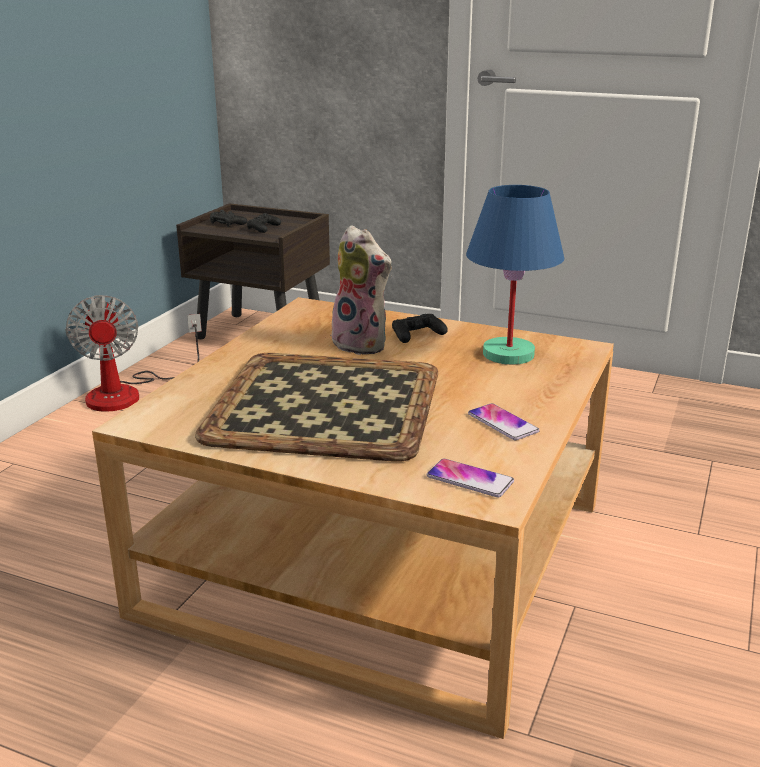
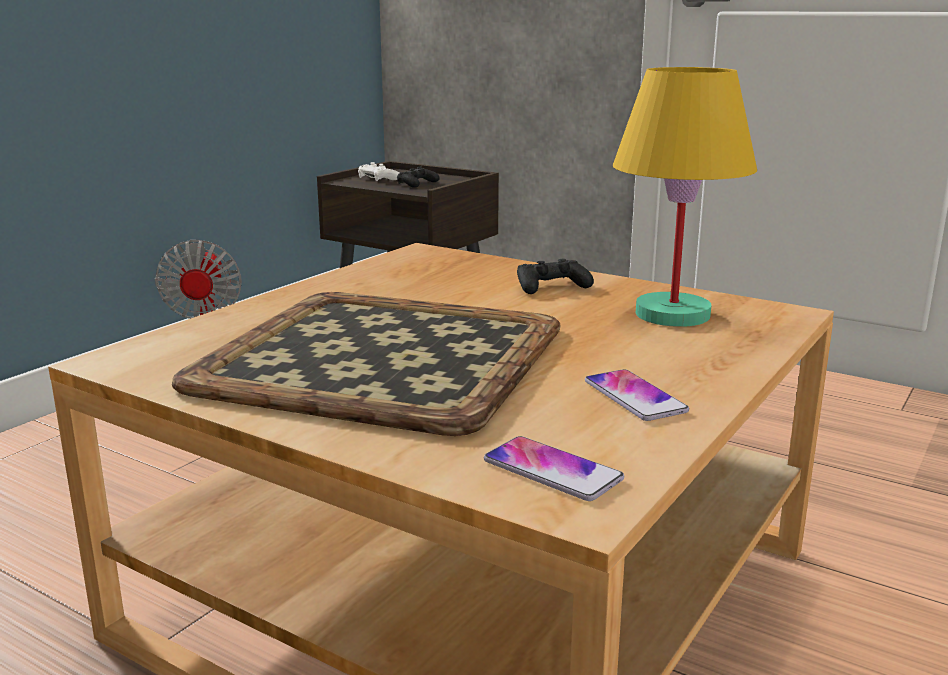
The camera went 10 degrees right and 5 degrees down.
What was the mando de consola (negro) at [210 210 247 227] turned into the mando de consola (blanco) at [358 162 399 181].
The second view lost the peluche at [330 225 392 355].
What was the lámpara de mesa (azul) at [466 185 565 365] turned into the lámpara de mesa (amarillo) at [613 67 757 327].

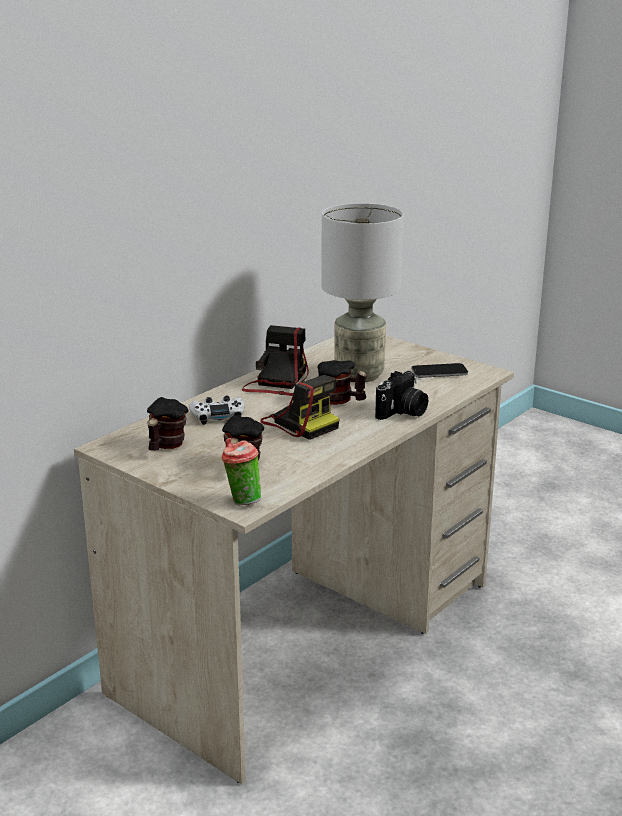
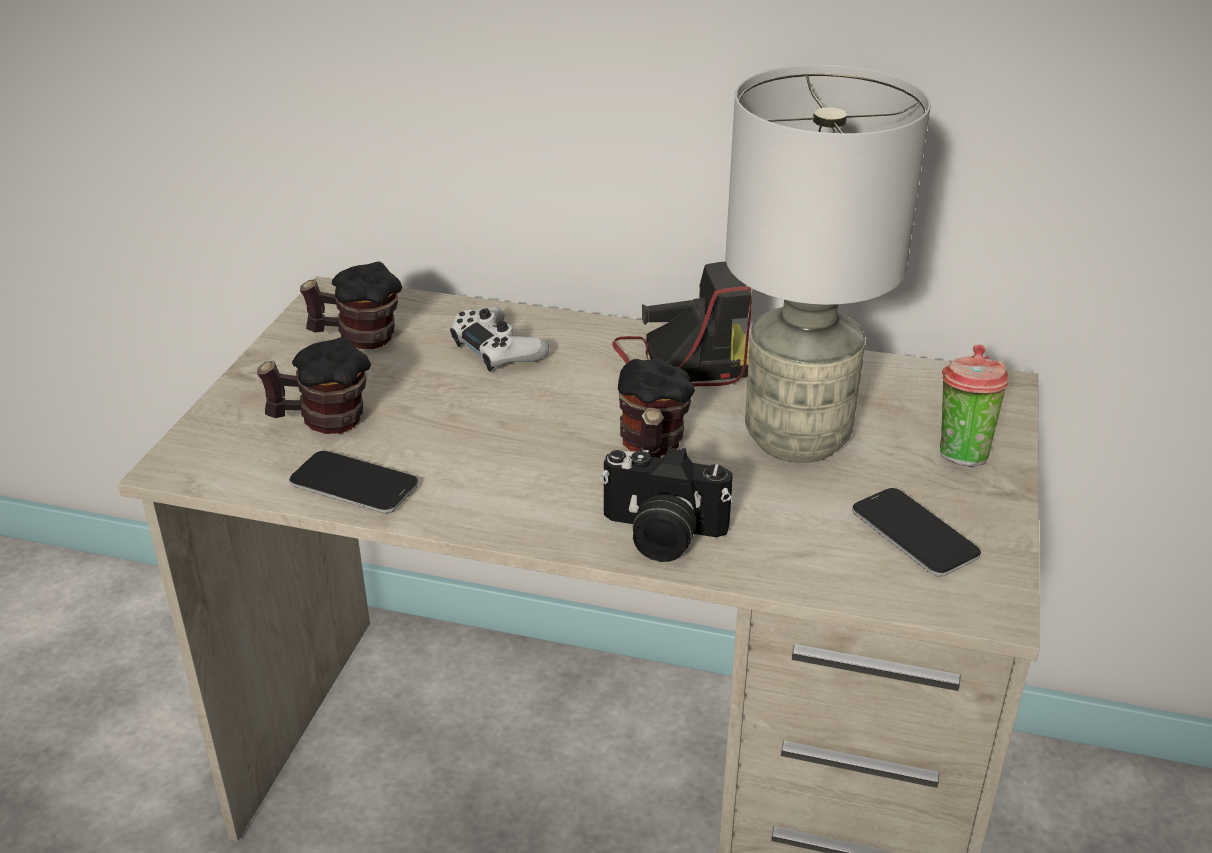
The camera went 65 degrees right and 10 degrees up.
The taza ended up elsewhere, having gone from [222 438 261 506] to [940 344 1008 467].
The second view lost the cámara at [260 375 340 440].
The second view gained the móvil at [289 451 418 513].

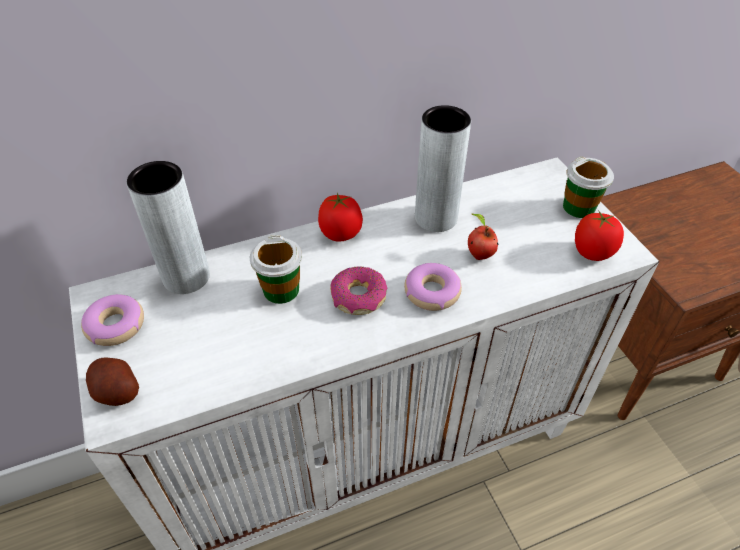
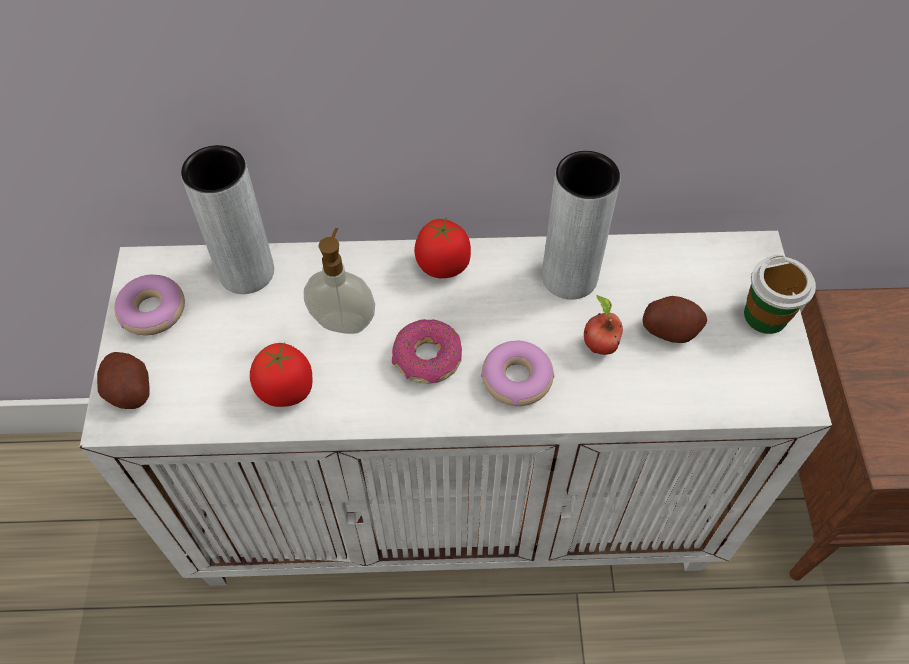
The camera went 20 degrees right and 10 degrees up.
Where the taza stood at [250 235 302 304], the dispensador de jabón came to stand at [304 228 375 334].
The tomate ended up elsewhere, having gone from [575 210 624 261] to [250 343 312 407].
The second view gained the patata at [643 296 707 343].

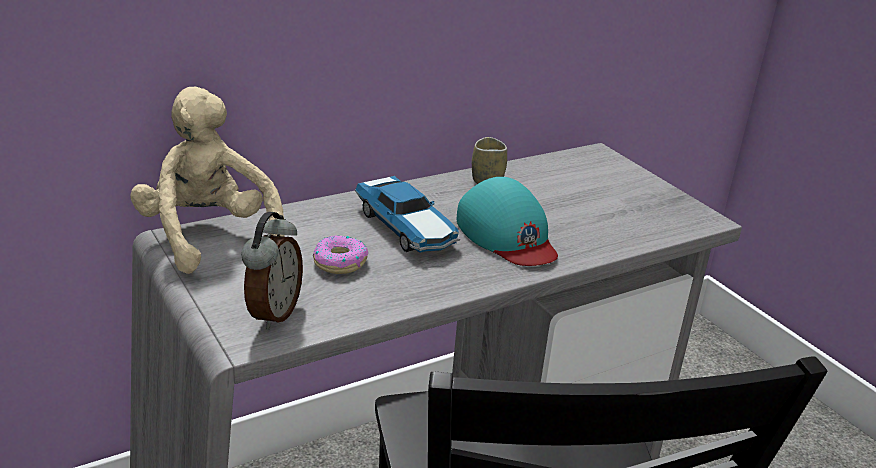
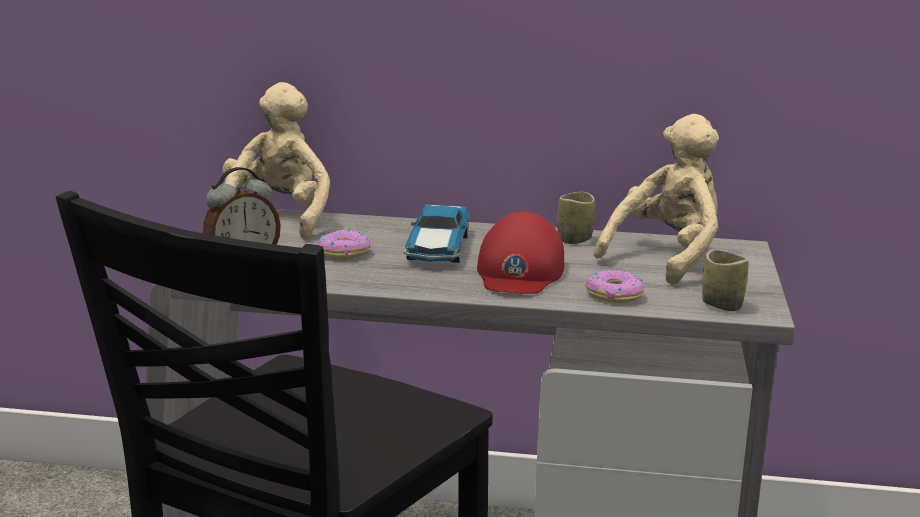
The camera went 40 degrees right and 10 degrees down.
What was the gorra (turquesa) at [457 177 558 266] turned into the gorra (rojo) at [477 212 564 294].
The second view gained the rosquilla at [585 270 644 303].
The second view gained the peluche (beis) at [594 114 719 285].
The second view gained the taza at [702 250 749 311].

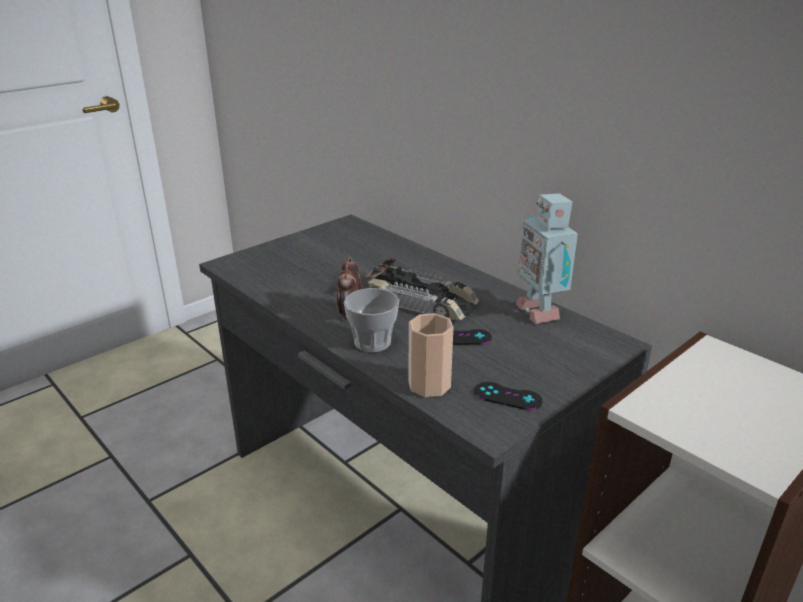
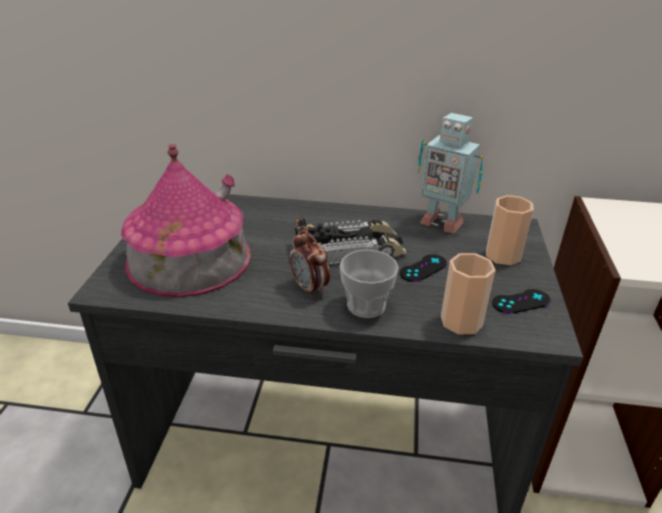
The camera went 40 degrees left and 5 degrees up.
The second view gained the casita at [121 144 251 297].
The second view gained the taza at [486 195 534 265].

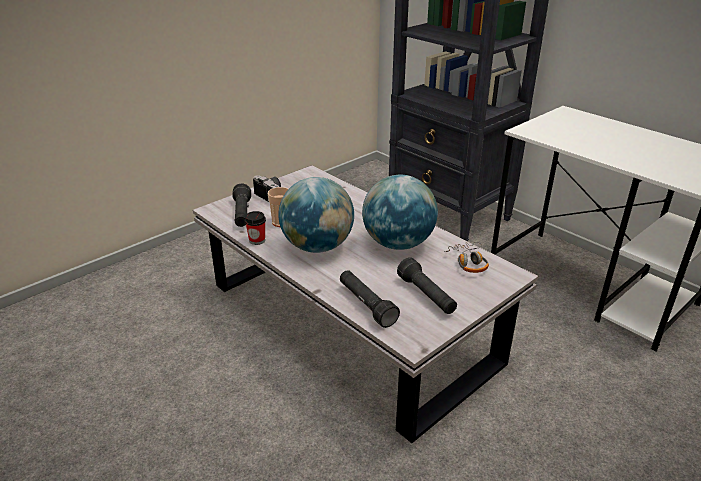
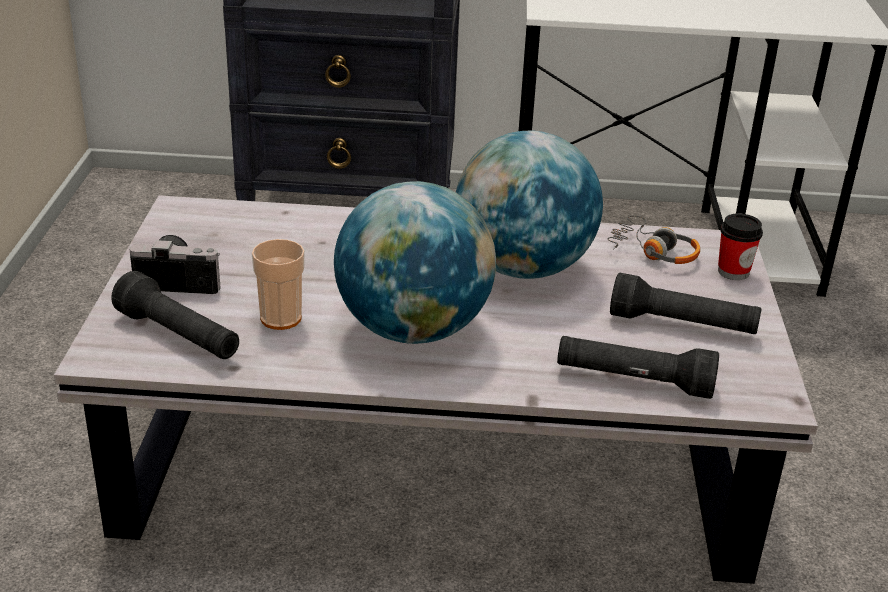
The camera went 45 degrees left and 0 degrees up.
The taza ended up elsewhere, having gone from [245 211 266 245] to [718 214 763 280].

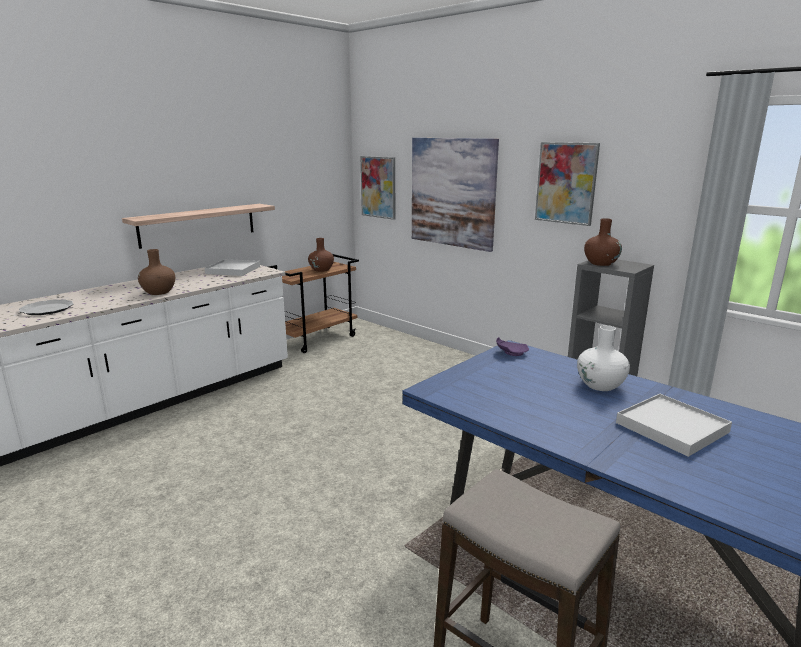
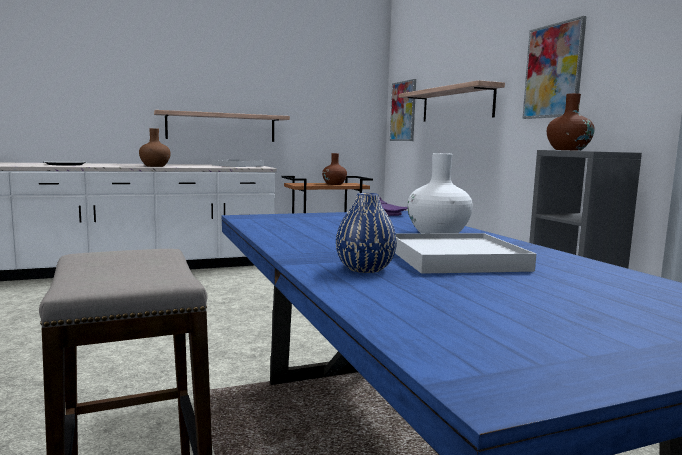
The camera went 25 degrees right and 10 degrees down.
Where the cuadro hung at [412 138 499 252], the estante came to hang at [399 80 505 122].
The second view gained the florero (azul) at [336 193 397 273].

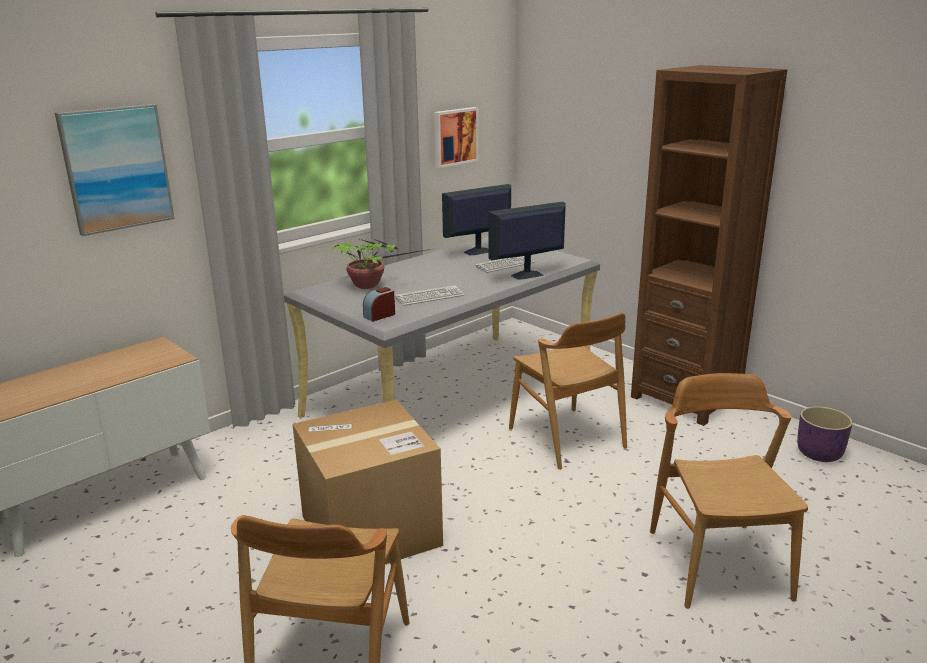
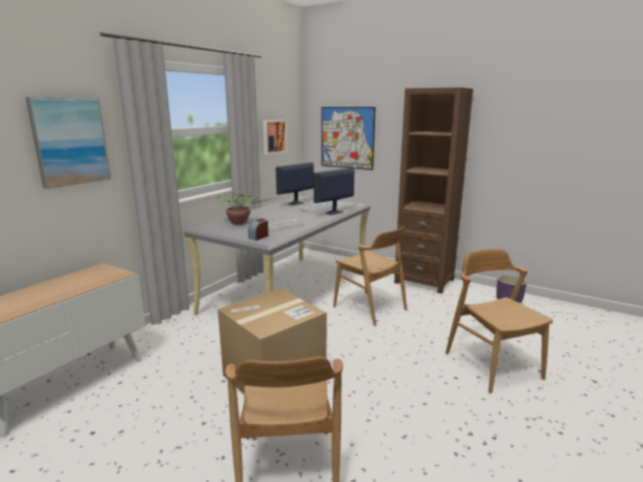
The camera went 15 degrees left and 5 degrees down.
The second view gained the cuadro at [321 107 376 170].

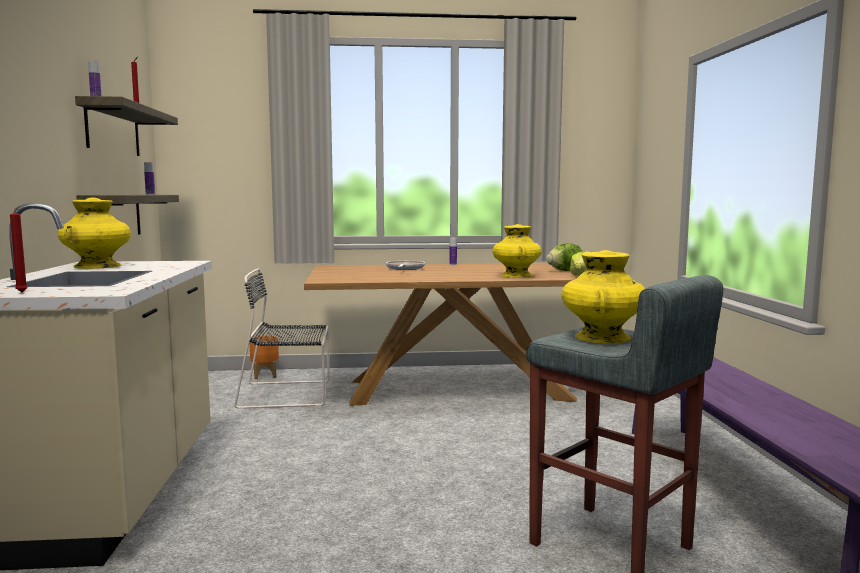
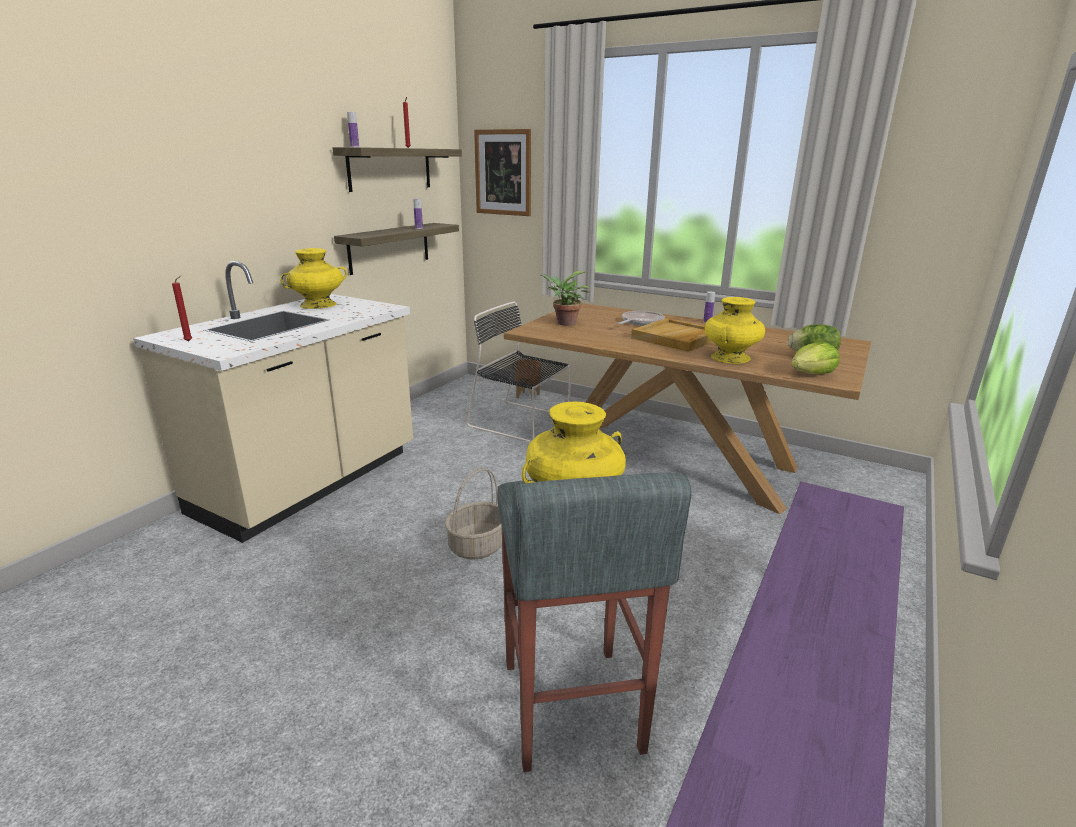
The camera went 35 degrees right and 15 degrees up.
The second view gained the cesta at [445 467 502 560].
The second view gained the cuadro at [474 129 531 216].
The second view gained the planta en maceta at [540 271 590 326].
The second view gained the bandeja (beis) at [631 318 713 352].

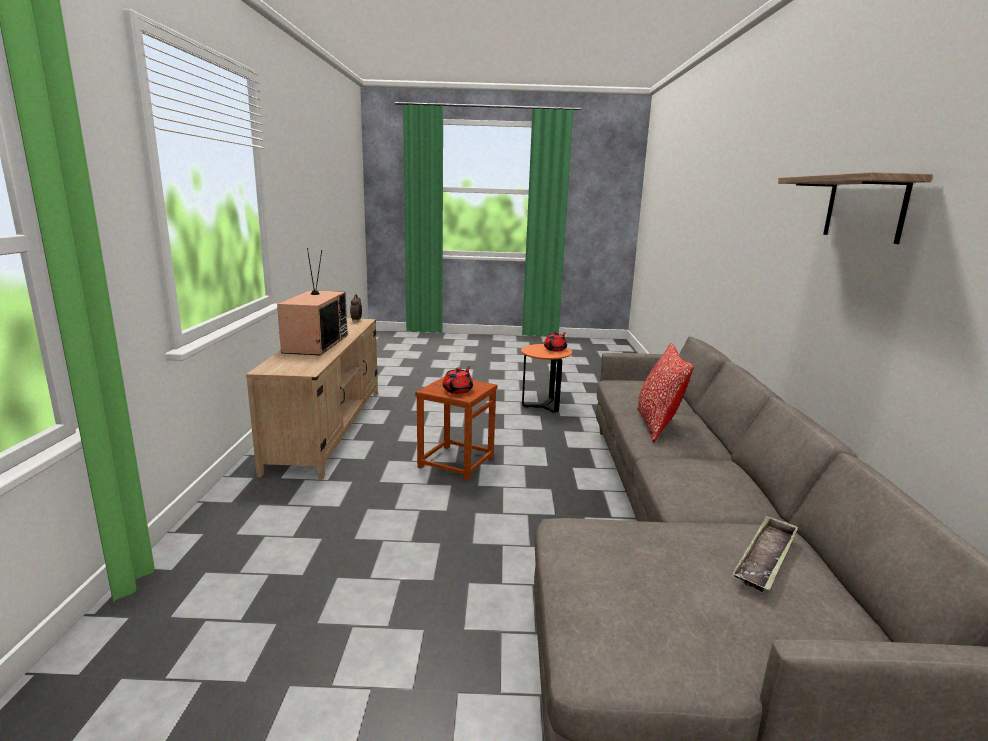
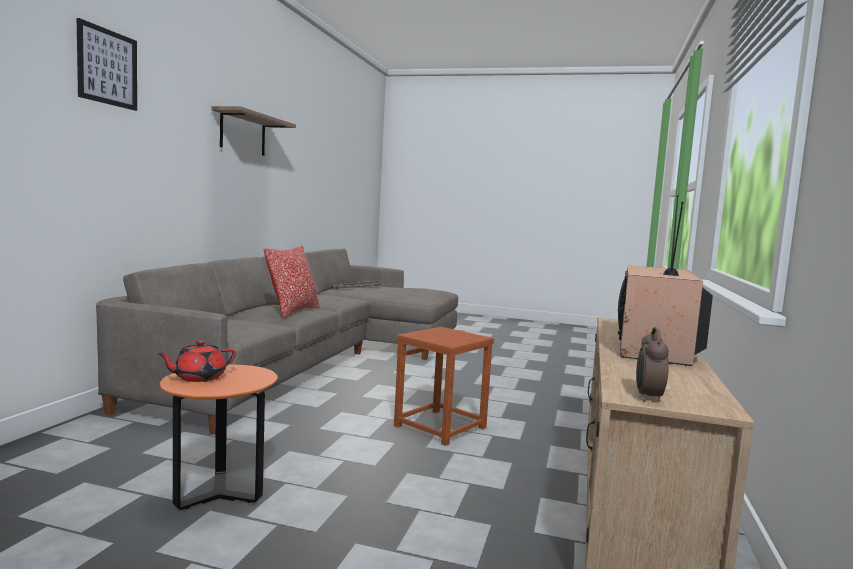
The camera went 165 degrees left and 10 degrees down.
The second view lost the tetera (rojo) at [443 366 473 394].
The second view gained the cuadro at [77 18 137 111].

